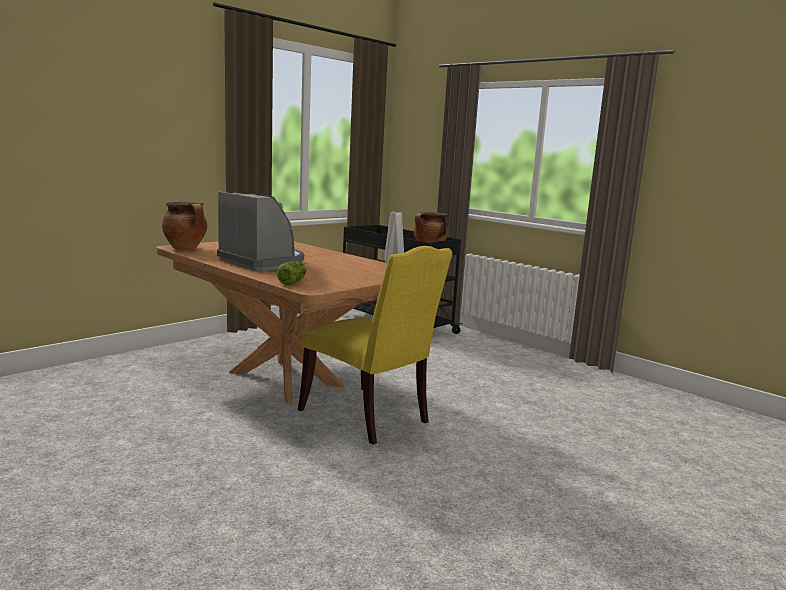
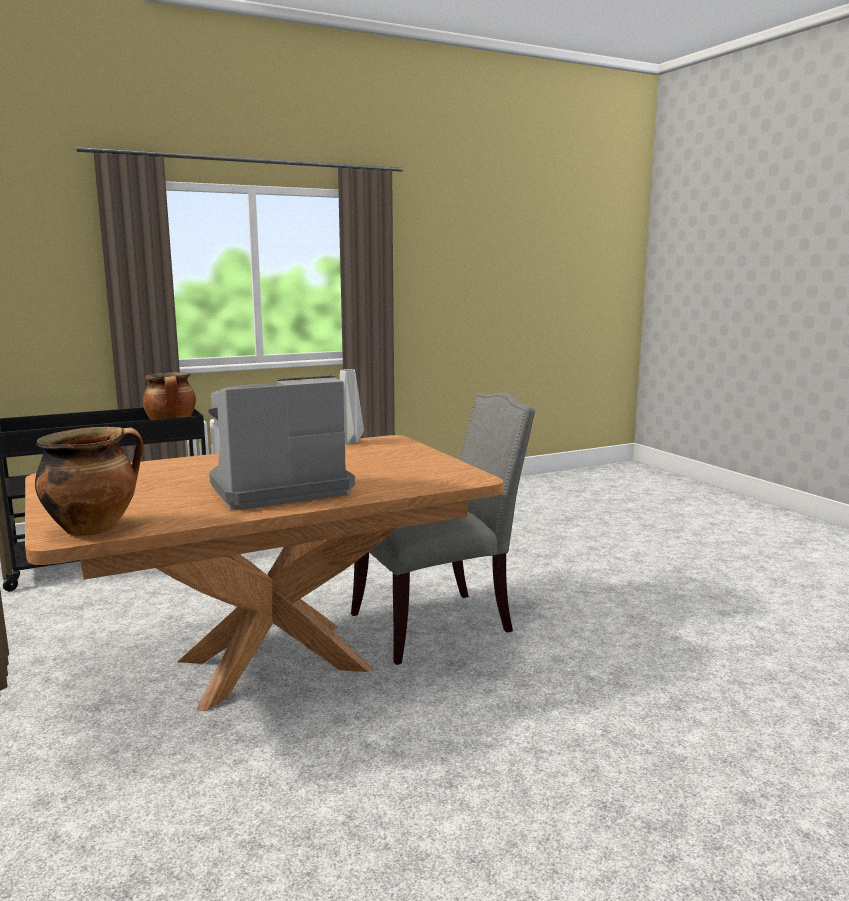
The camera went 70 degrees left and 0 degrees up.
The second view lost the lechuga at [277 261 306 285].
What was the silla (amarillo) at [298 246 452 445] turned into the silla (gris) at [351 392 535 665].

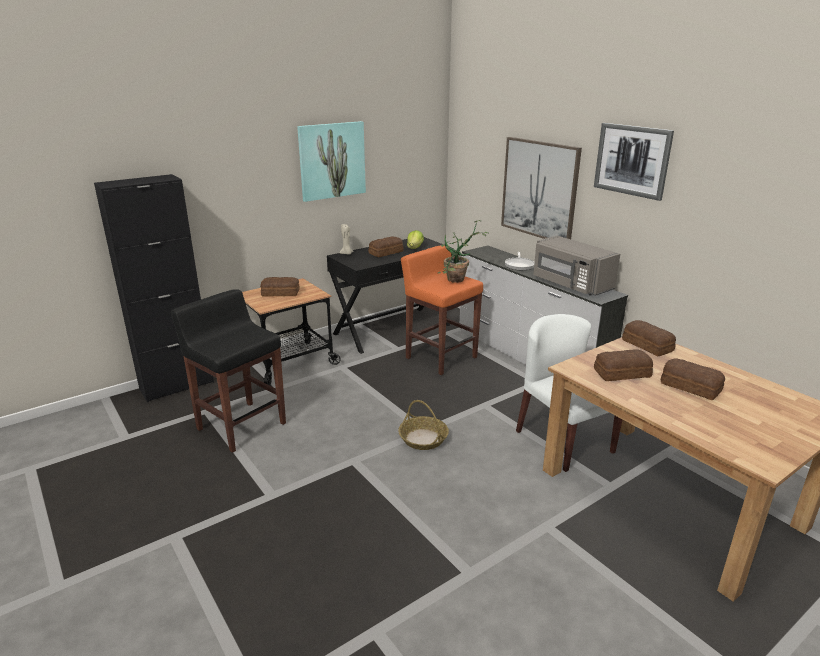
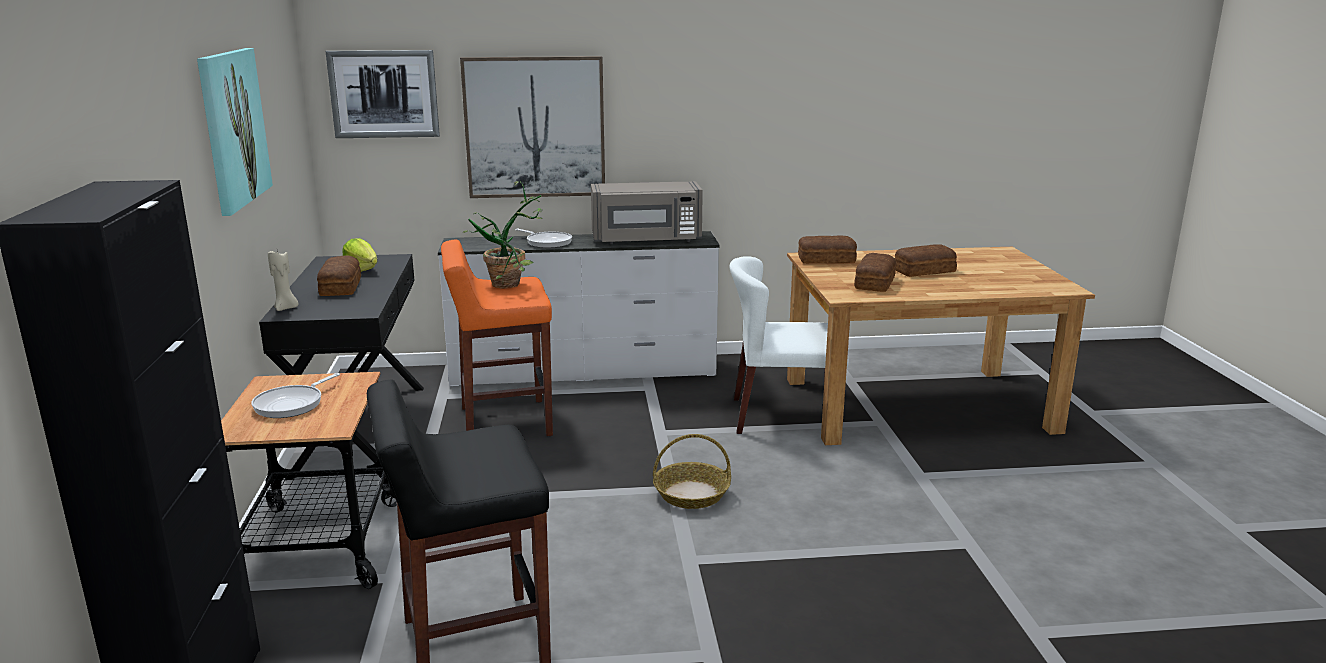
The camera went 60 degrees left and 5 degrees down.
Where the pan stood at [260 277 300 296], the sartén came to stand at [252 373 340 418].
The cuadro ended up elsewhere, having gone from [594 123 674 201] to [325 50 440 138].

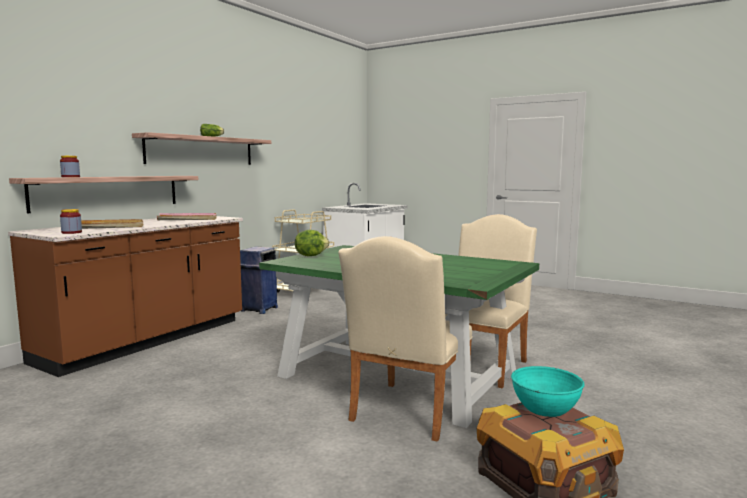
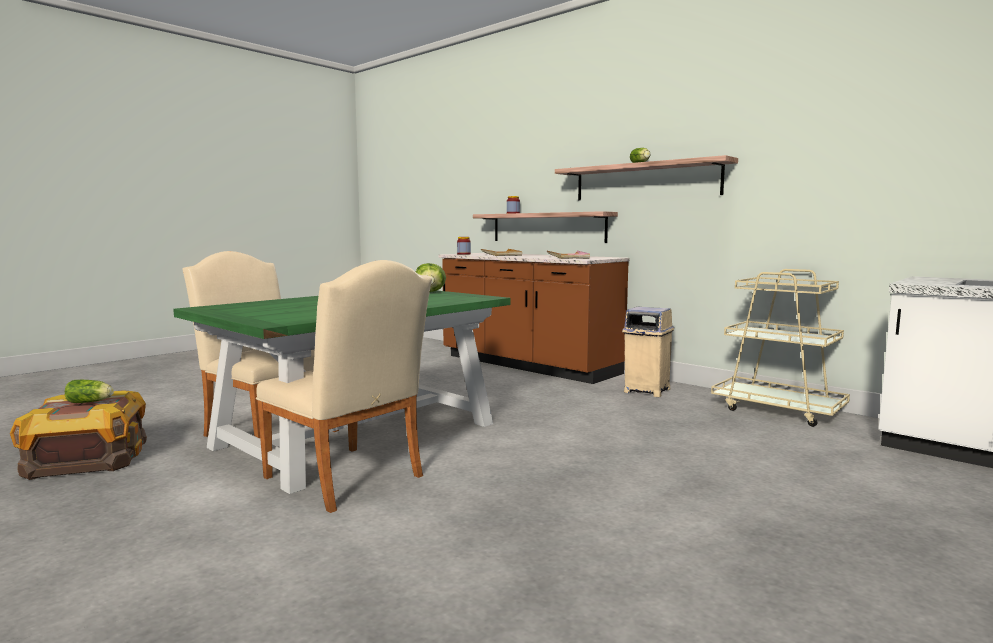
The camera went 100 degrees right and 0 degrees up.
What was the papelera (azul) at [240 246 278 314] turned into the papelera (beis) at [622 307 674 397].
Where the cuenco (turquesa) stood at [511 366 585 417], the lechuga came to stand at [65 380 114 403].

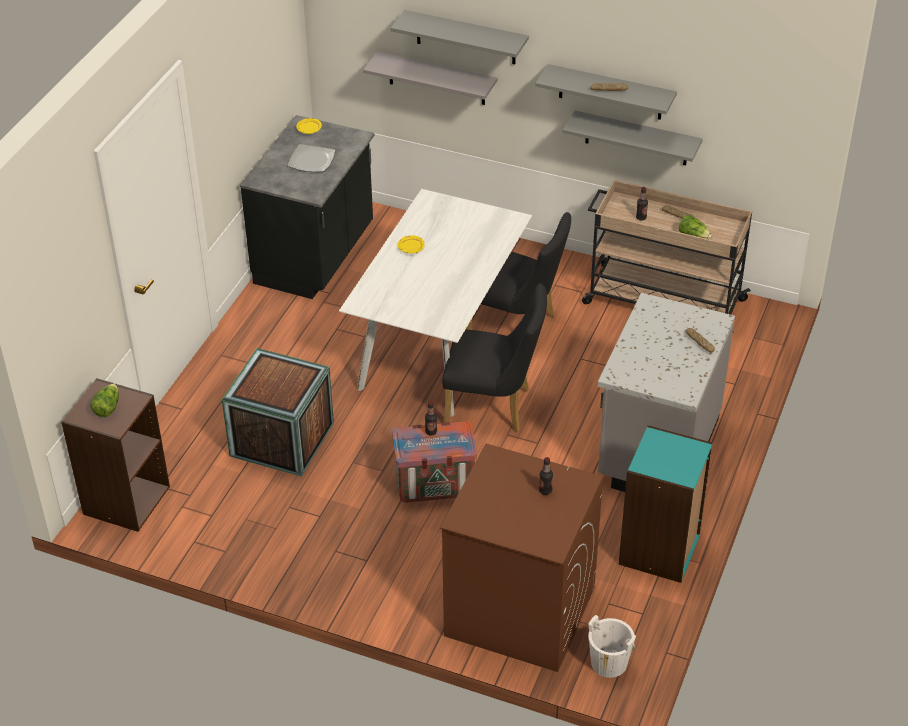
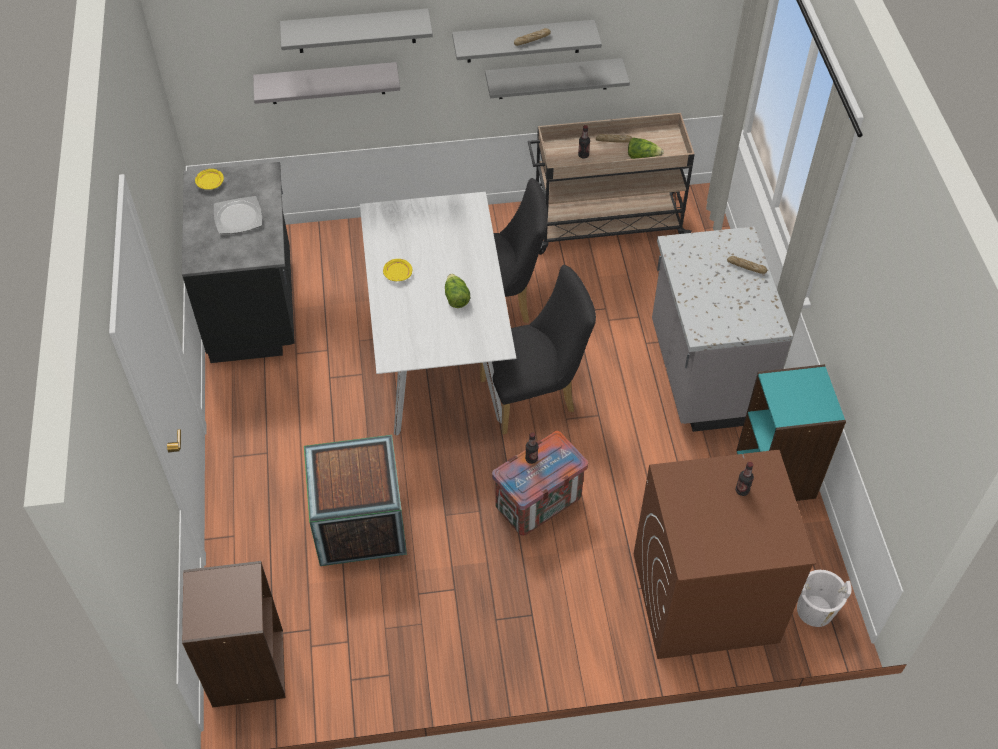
The camera went 30 degrees left and 10 degrees up.
The lechuga ended up elsewhere, having gone from [90 383 119 417] to [445 274 470 308].

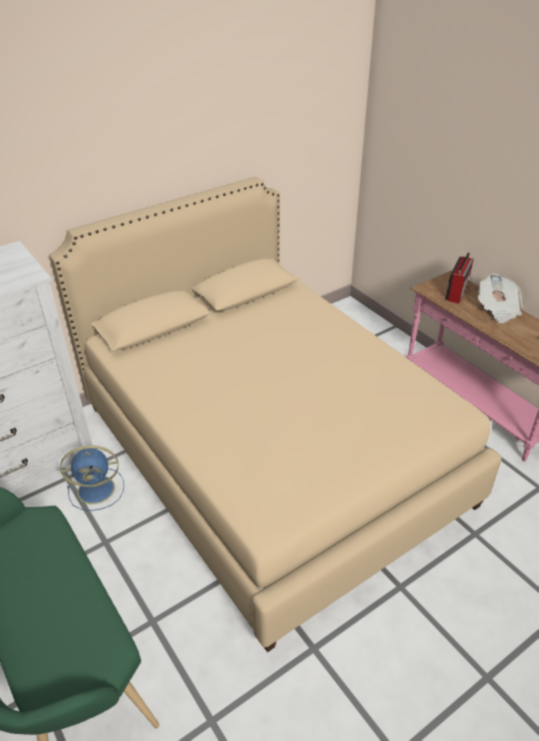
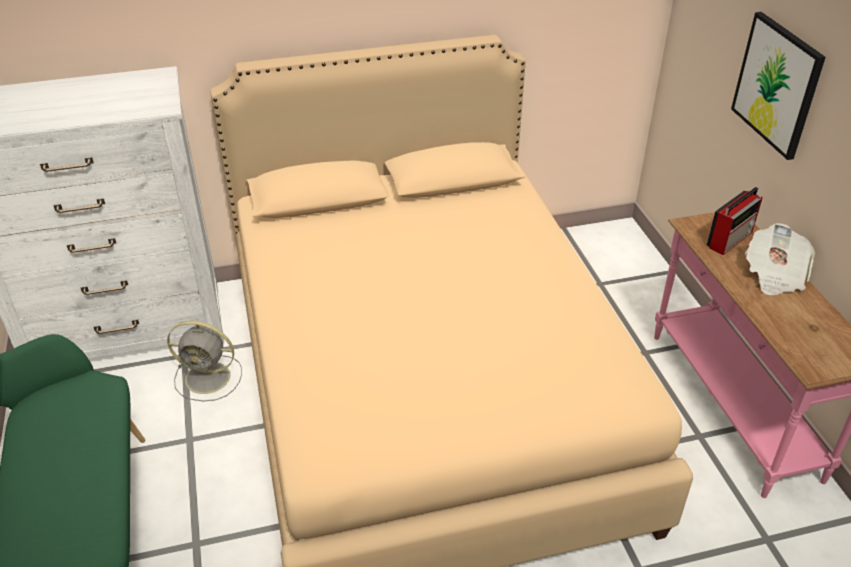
The camera went 20 degrees right and 0 degrees up.
What was the ventilador (azul) at [60 445 124 511] turned into the ventilador (gris) at [167 321 242 401].
The second view gained the cuadro at [731 12 826 160].

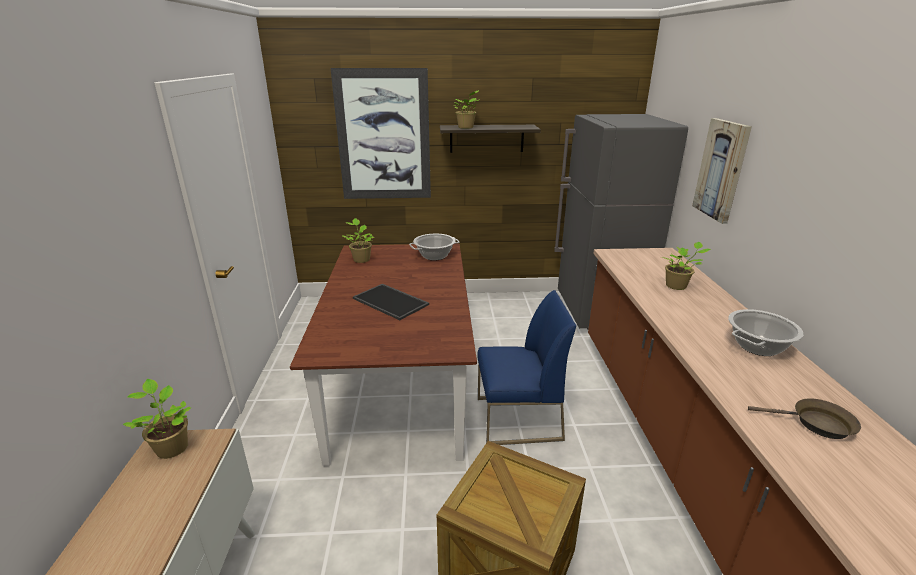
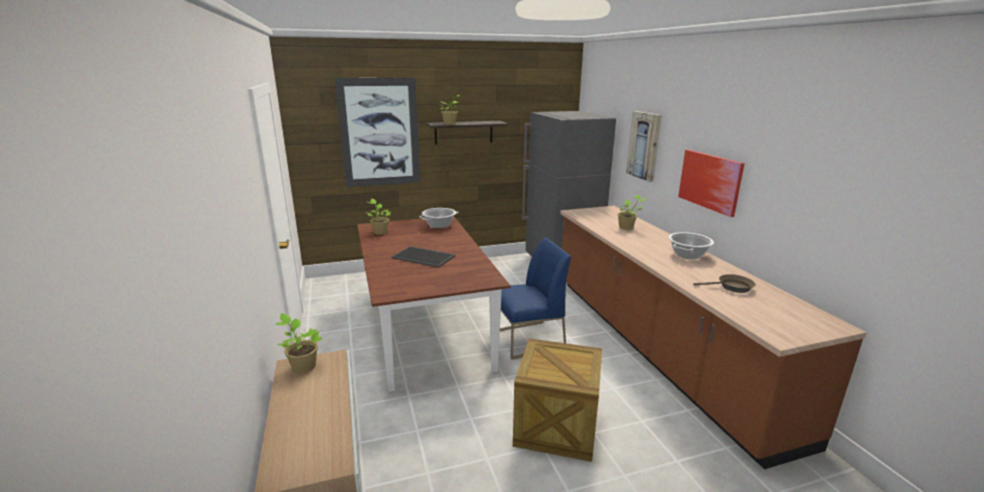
The camera went 15 degrees left and 5 degrees down.
The second view gained the cuadro at [678 150 745 217].

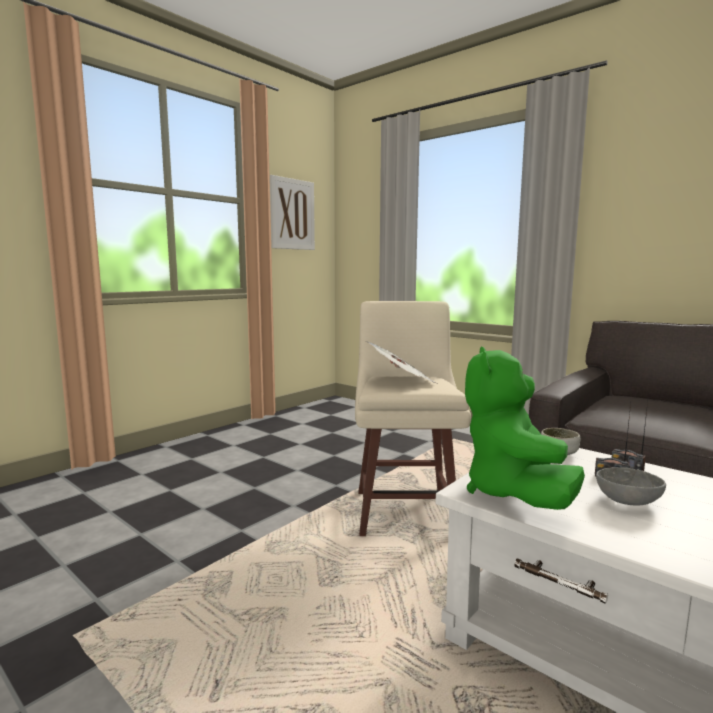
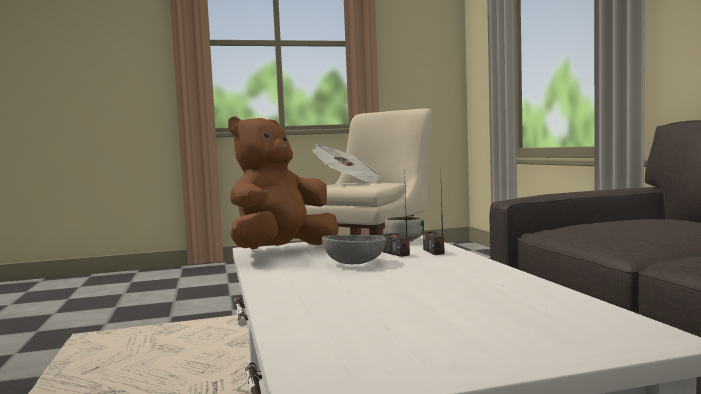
The camera went 35 degrees right and 5 degrees down.
The second view lost the cuadro at [270 175 315 250].
What was the peluche (verde) at [465 347 585 510] turned into the peluche (marrón) at [228 116 339 249].

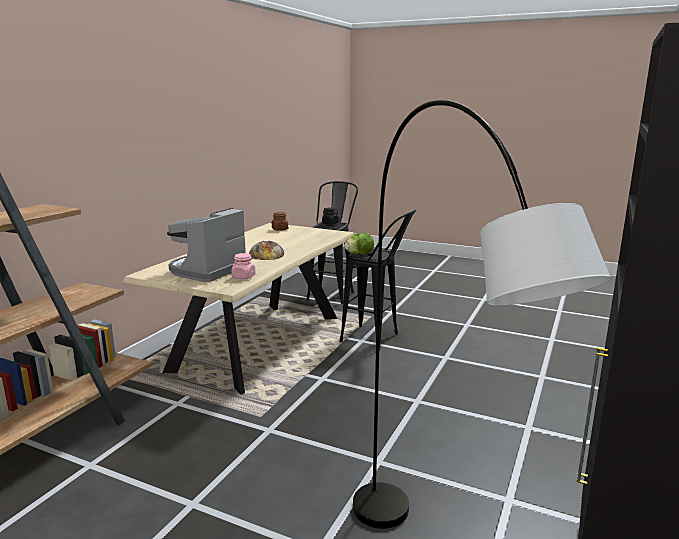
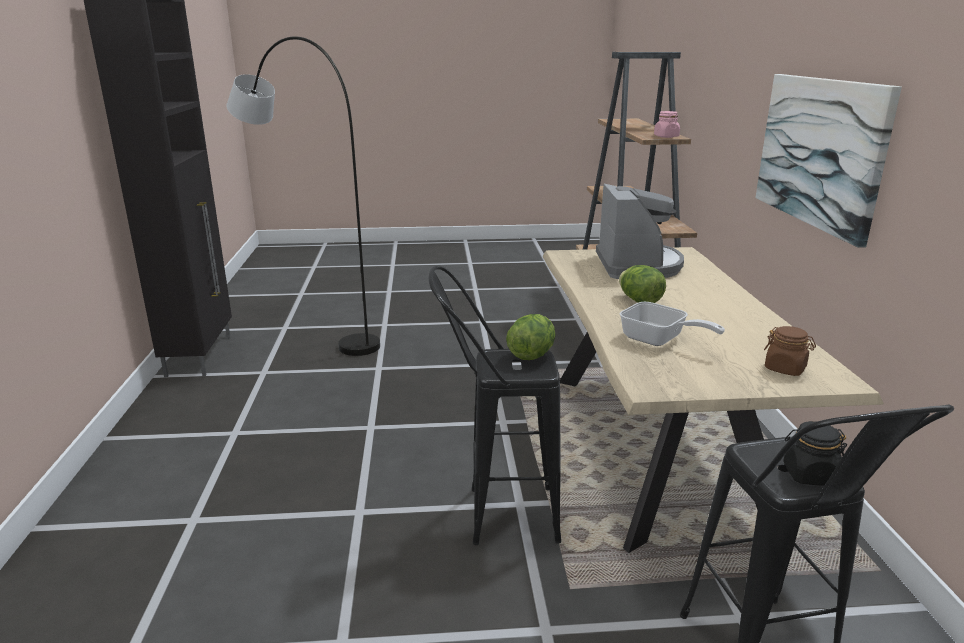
The camera went 150 degrees right and 5 degrees up.
The tarro (rosa) ended up elsewhere, having gone from [232 253 256 279] to [654 111 680 138].
Where the pan stood at [249 241 284 260], the lechuga came to stand at [619 265 666 303].
The second view gained the sartén at [620 302 725 346].
The second view gained the cuadro at [755 74 902 248].

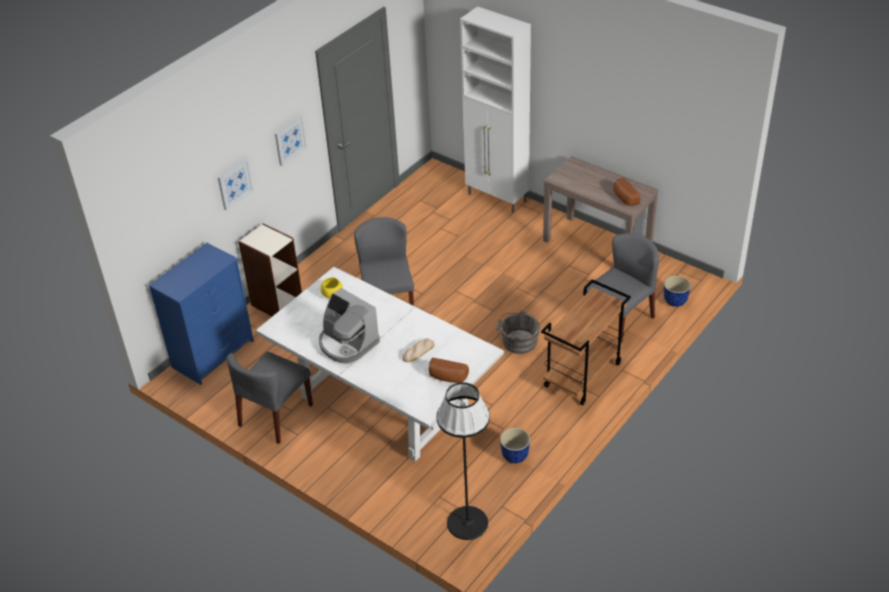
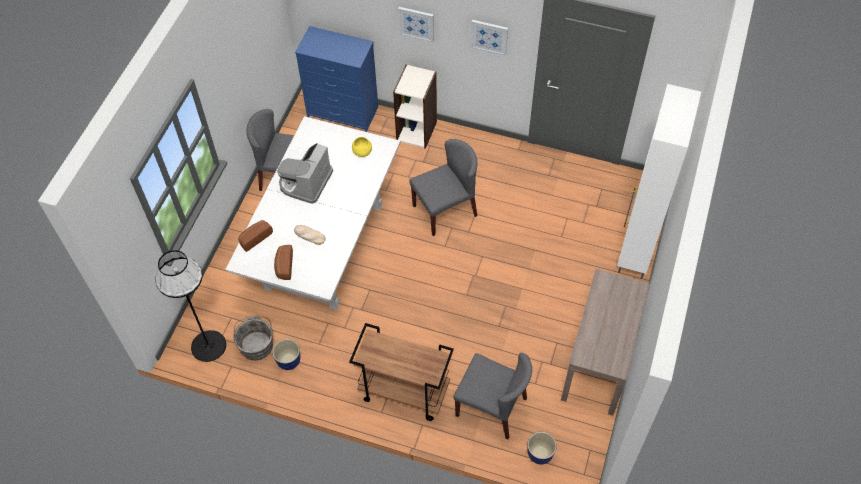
The camera went 70 degrees right and 15 degrees up.
The cubo (gris) ended up elsewhere, having gone from [496 311 540 354] to [233 315 273 360].
The pan ended up elsewhere, having gone from [613 178 640 206] to [238 220 273 252].

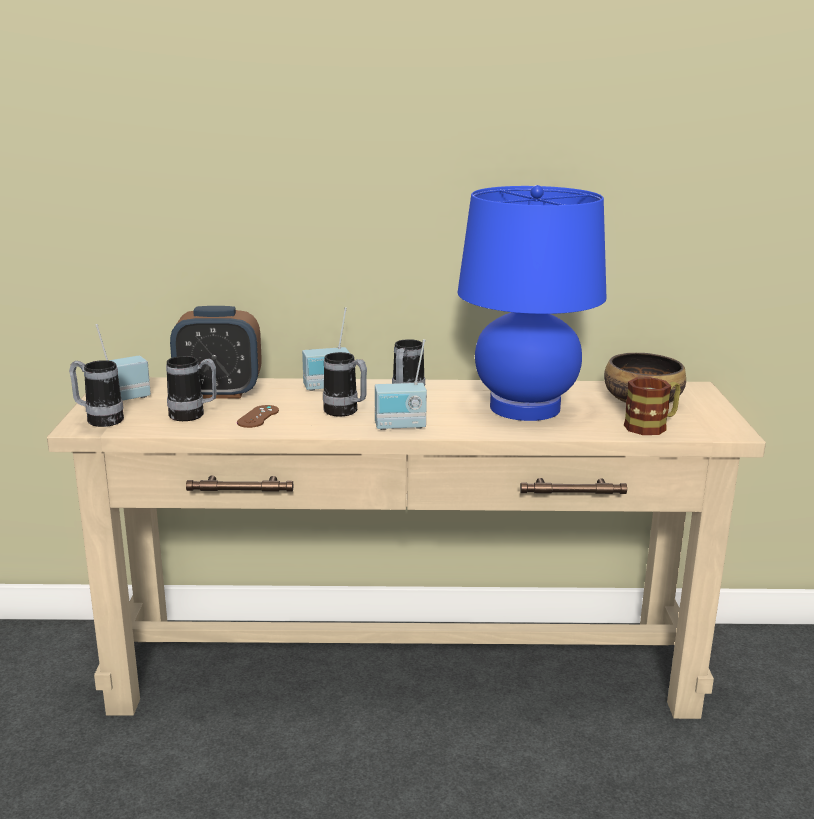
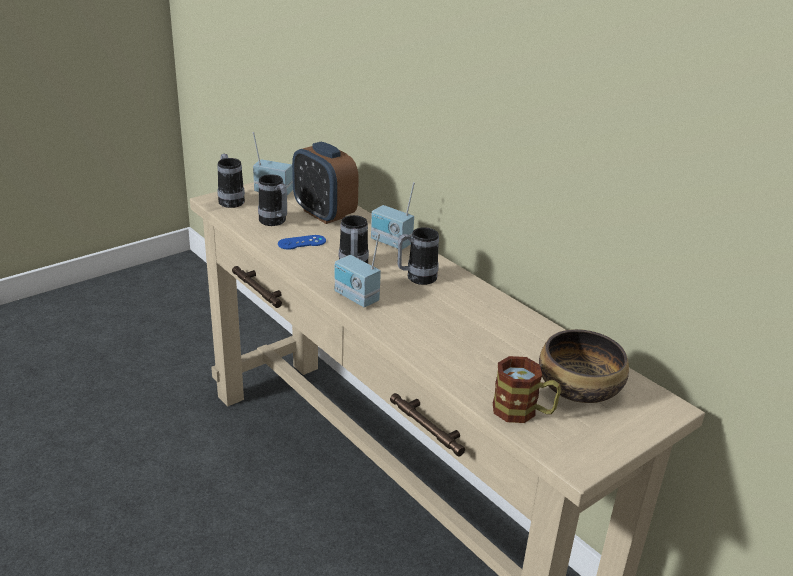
The camera went 50 degrees right and 10 degrees up.
What was the mando de consola (marrón) at [237 405 279 428] turned into the mando de consola (azul) at [278 235 326 250].
The second view lost the lámpara de mesa (azul) at [458 185 606 421].

